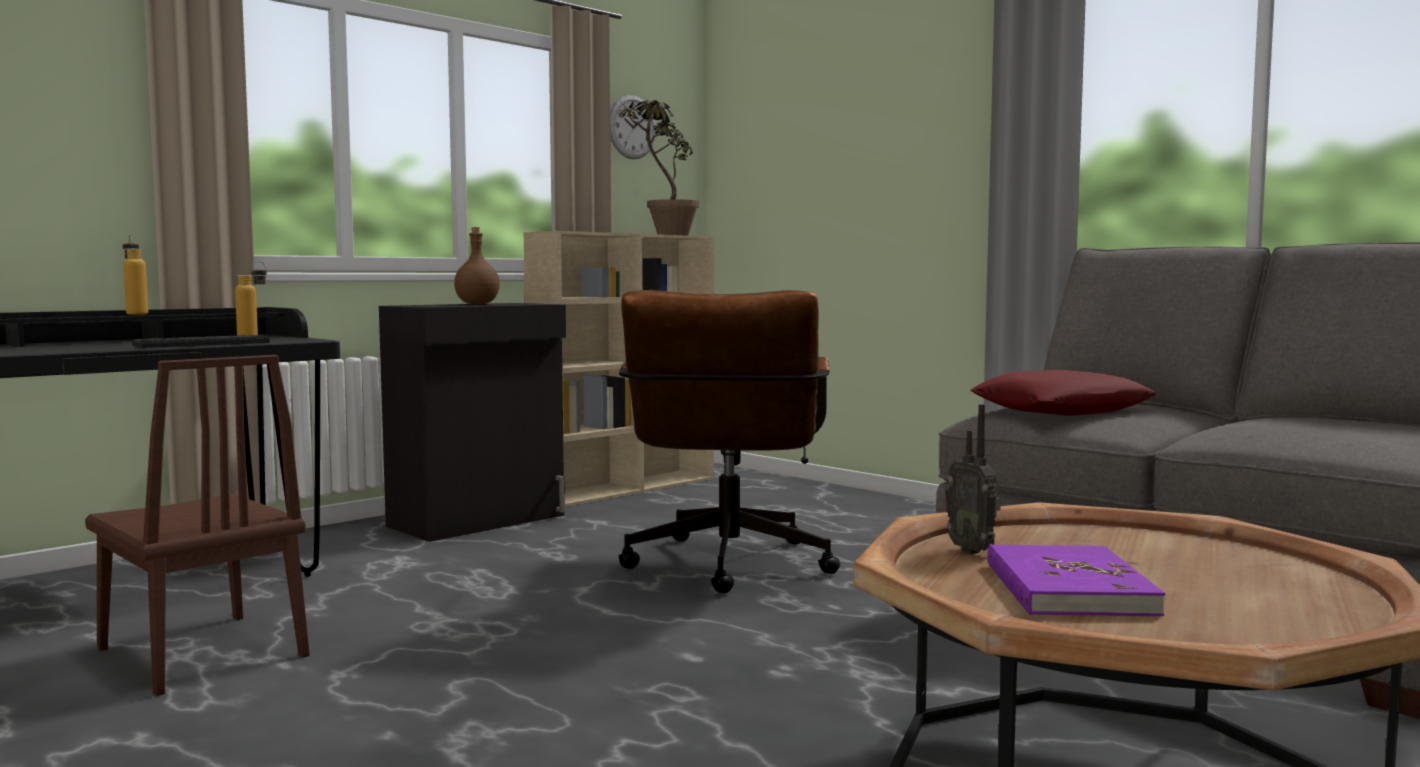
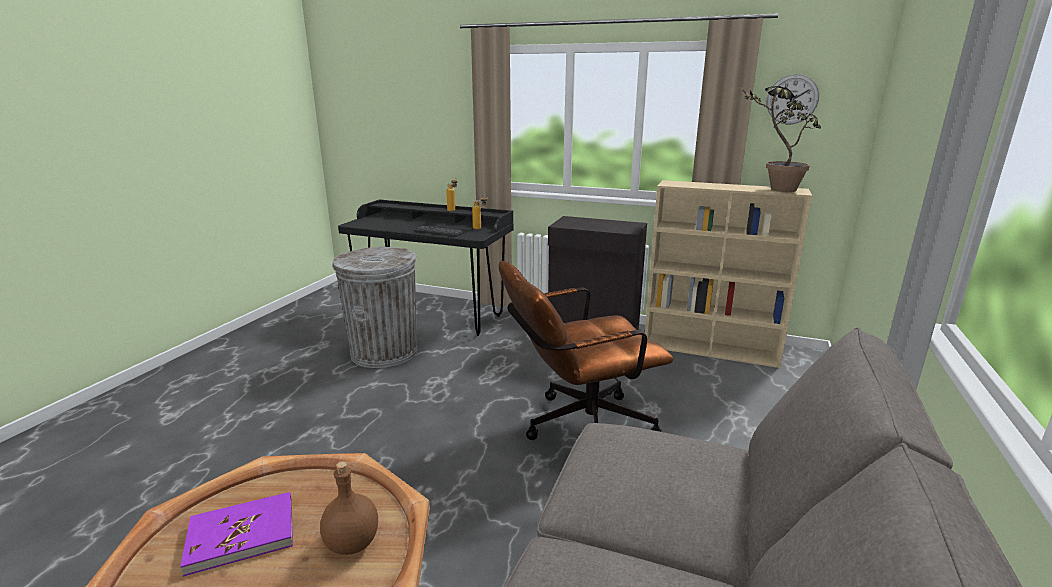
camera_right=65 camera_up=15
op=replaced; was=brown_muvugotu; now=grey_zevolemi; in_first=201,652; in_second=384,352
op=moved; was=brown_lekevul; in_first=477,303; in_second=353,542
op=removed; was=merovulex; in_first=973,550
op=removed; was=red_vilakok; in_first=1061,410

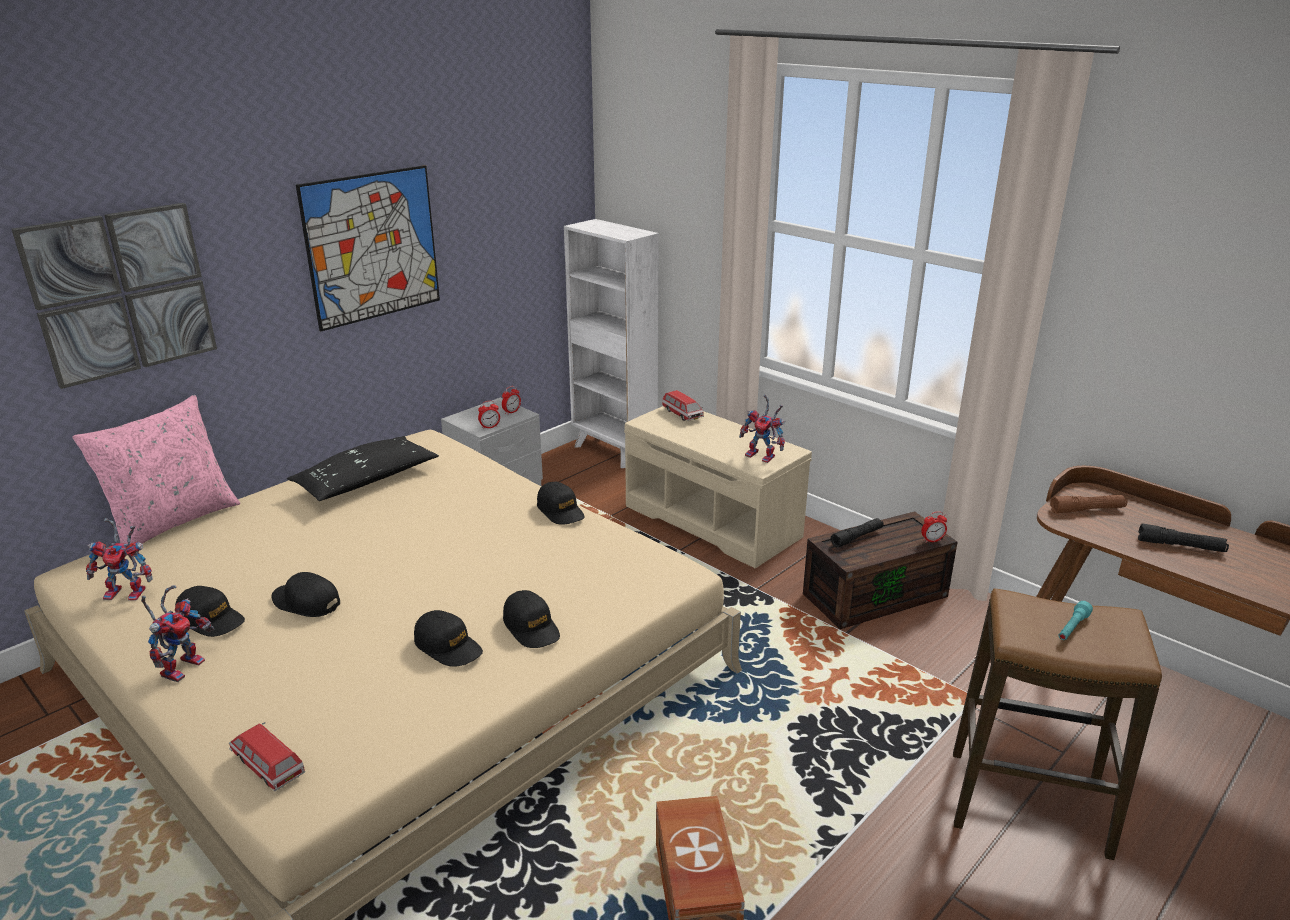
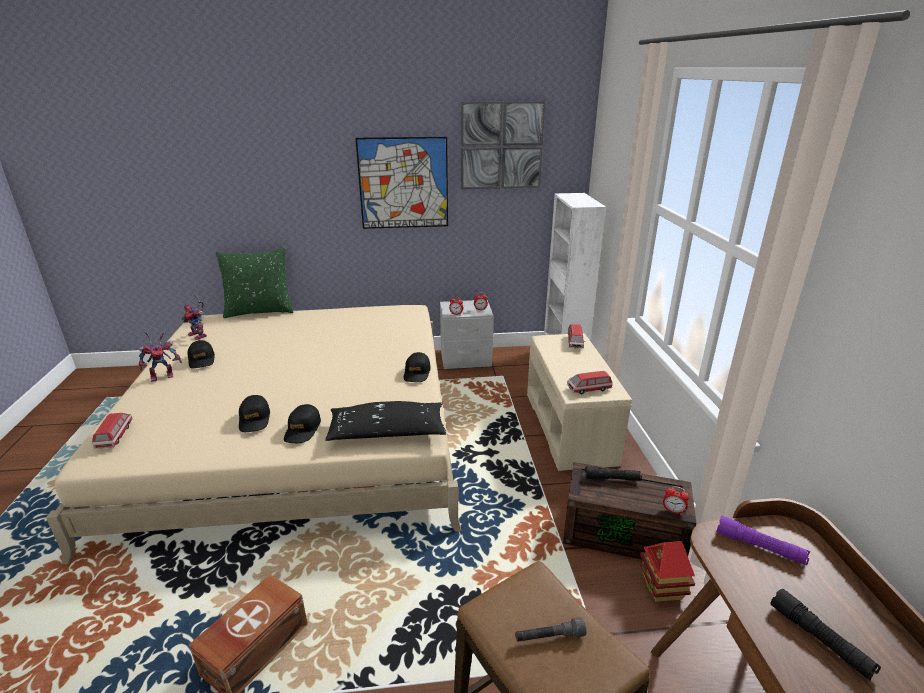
camera_right=40 camera_up=0
op=moved; was=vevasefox; in_first=121,293; in_second=501,145
op=recoloured; was=pink_vilakok; now=green_vilakok; in_first=173,521; in_second=260,311
op=removed; was=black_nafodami; in_first=306,602
op=moved; was=black_vilakok; in_first=366,481; in_second=387,432
op=replaced; was=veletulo; now=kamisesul; in_first=763,456; in_second=589,389
op=recoloured; was=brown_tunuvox; now=purple_tunuvox; in_first=1087,510; in_second=759,547
op=recoloured; was=turquoise_tunuvox; now=grey_tunuvox; in_first=1072,628; in_second=549,637
op=added; now=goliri; in_second=662,588

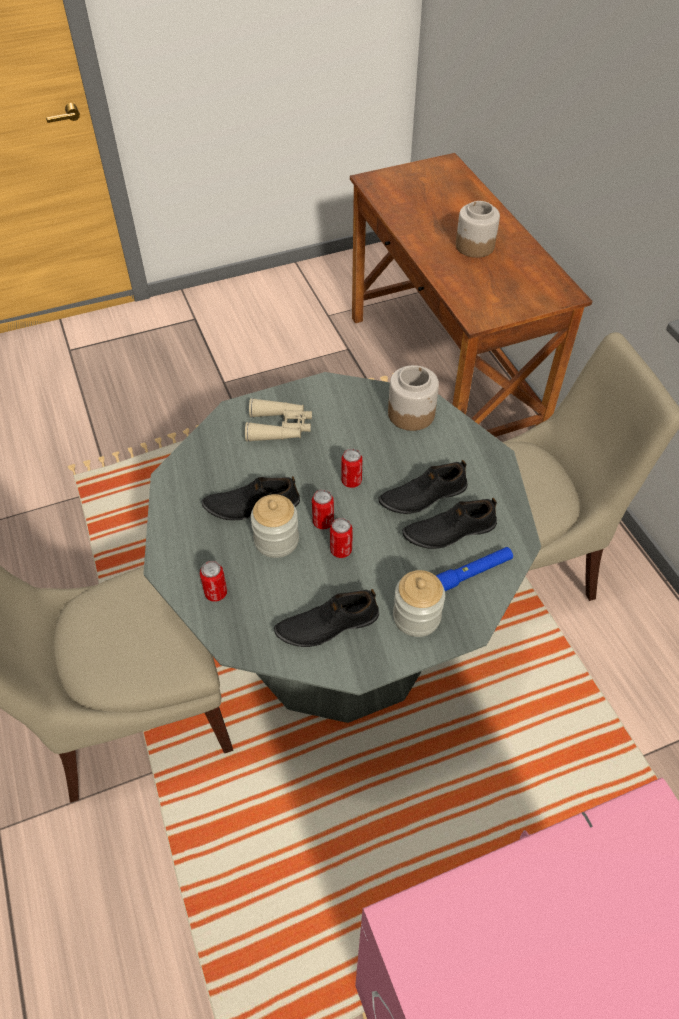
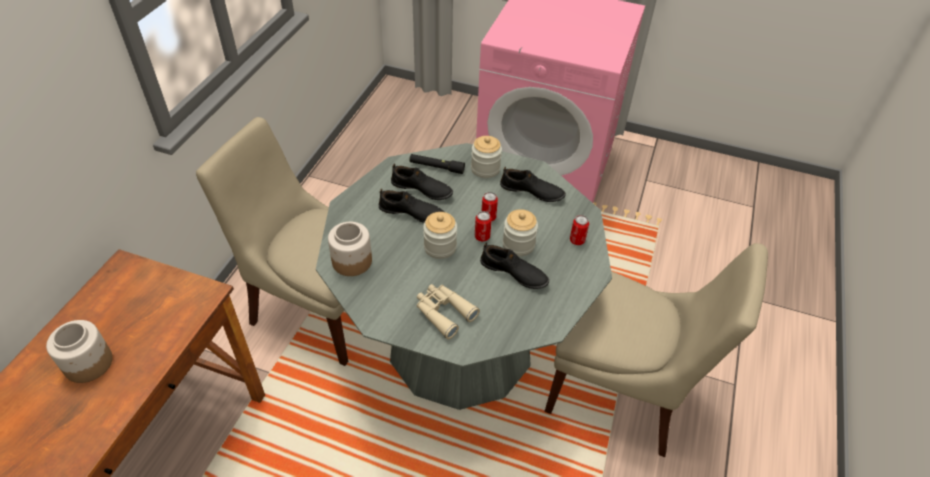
camera_right=-140 camera_up=-5
op=replaced; was=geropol; now=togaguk; in_first=351,481; in_second=440,247
op=recoloured; was=blue_tunuvox; now=black_tunuvox; in_first=472,573; in_second=436,167

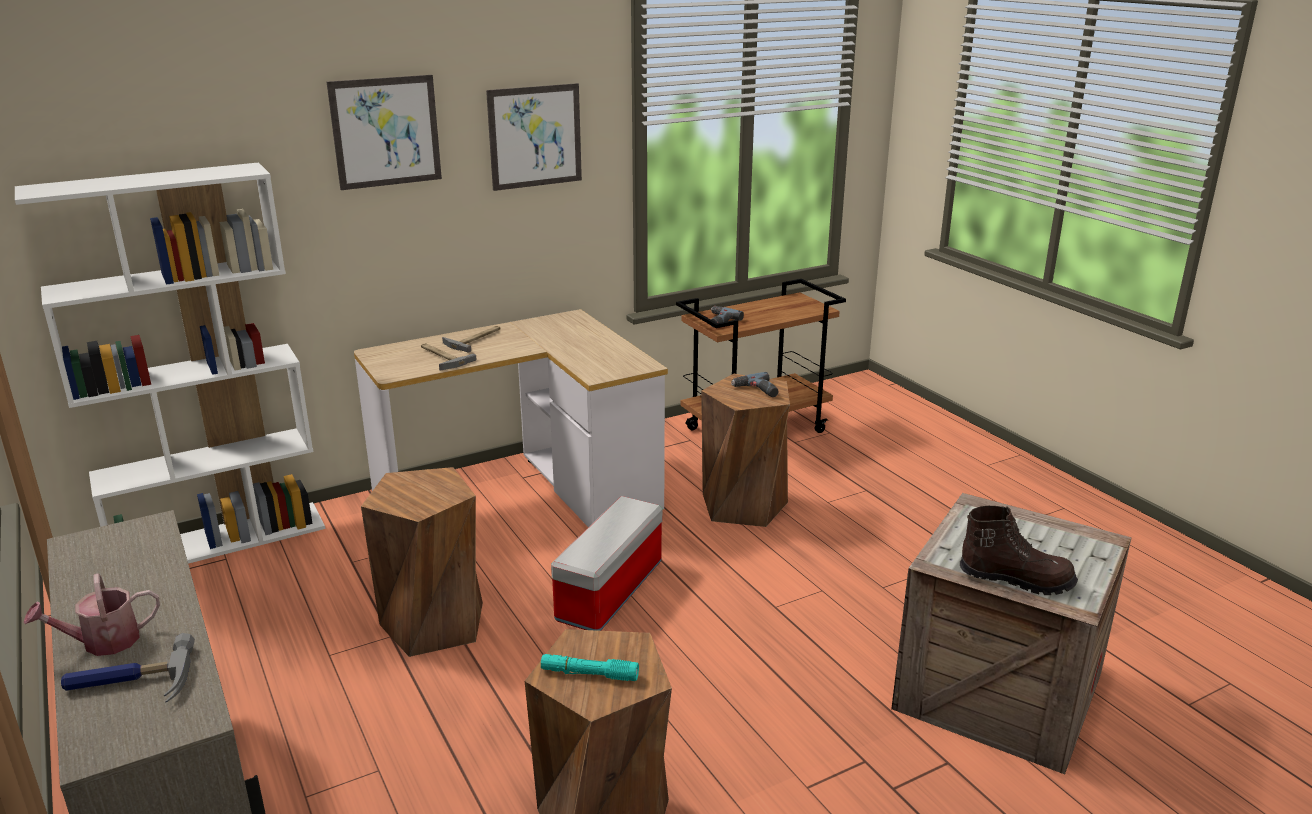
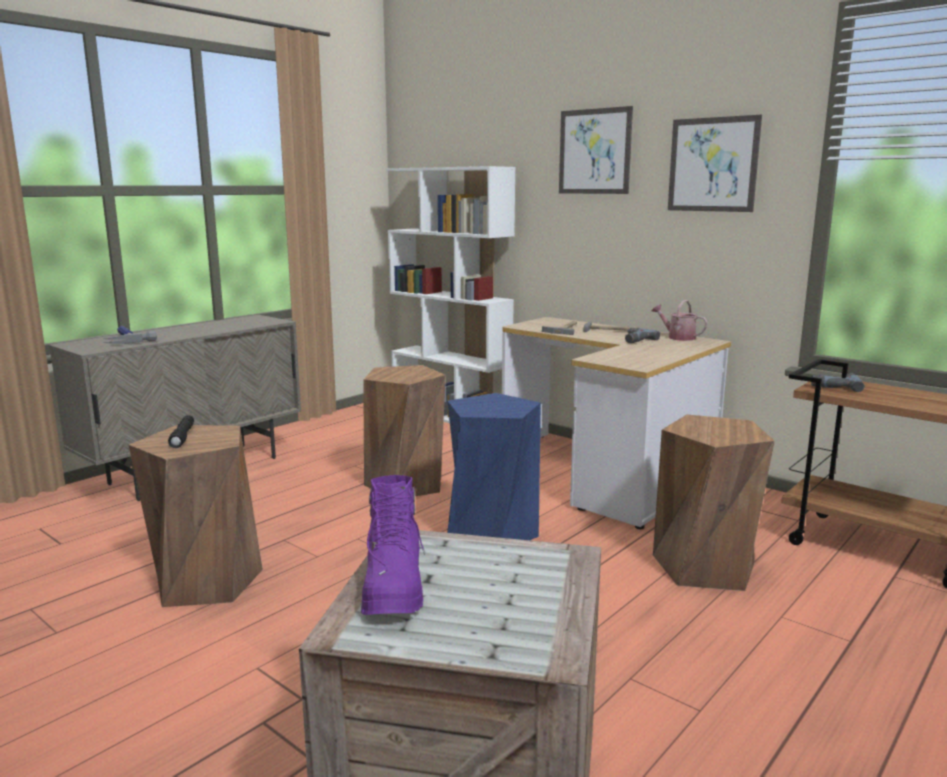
camera_right=70 camera_up=-10
op=moved; was=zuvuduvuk; in_first=103,642; in_second=678,337
op=recoloured; was=turquoise_tunuvox; now=black_tunuvox; in_first=589,674; in_second=183,437
op=replaced; was=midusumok; now=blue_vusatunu; in_first=610,591; in_second=491,532
op=moved; was=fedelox; in_first=756,391; in_second=634,340
op=recoloured; was=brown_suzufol; now=purple_suzufol; in_first=1015,579; in_second=394,587

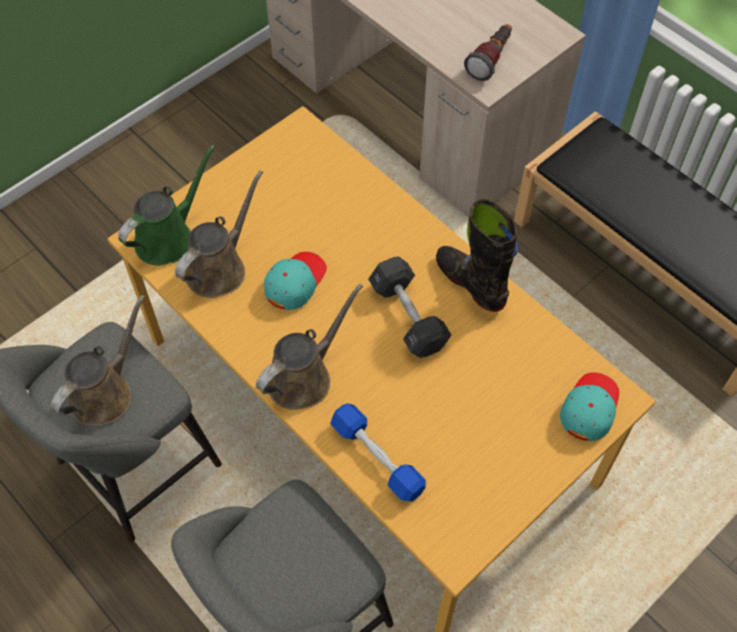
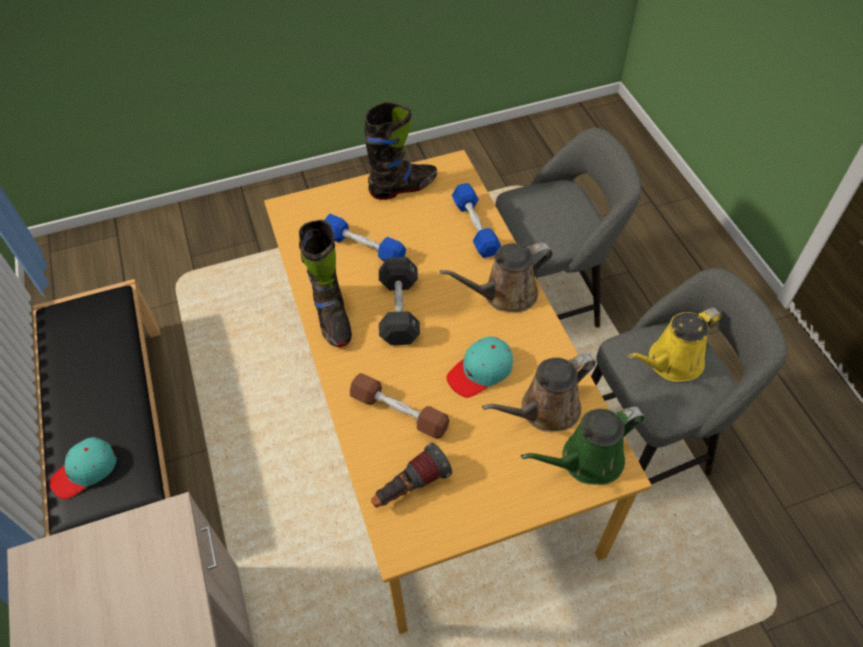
camera_right=-155 camera_up=-5
op=recoloured; was=brown_zuvuduvuk; now=yellow_zuvuduvuk; in_first=105,393; in_second=671,362
op=moved; was=tunuvox; in_first=491,60; in_second=410,487
op=moved; was=turquoise_nafodami; in_first=589,408; in_second=85,471
op=added; now=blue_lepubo; in_second=363,247
op=added; now=brown_lepubo; in_second=399,412
op=added; now=black_suzufol; in_second=403,187

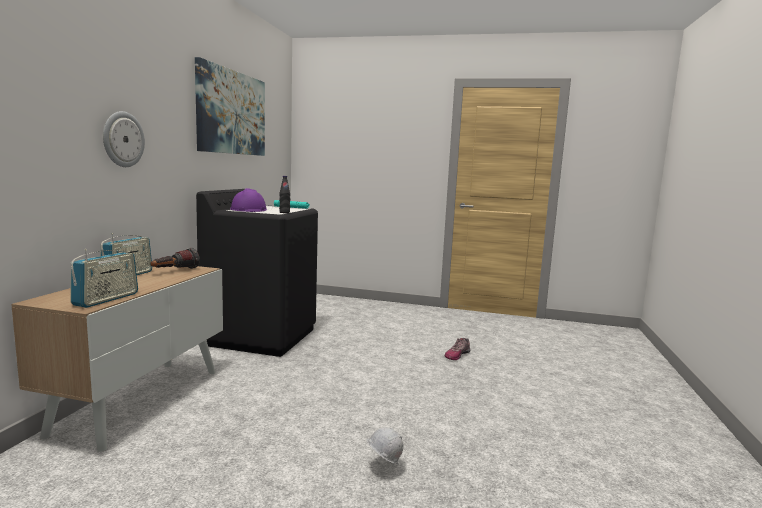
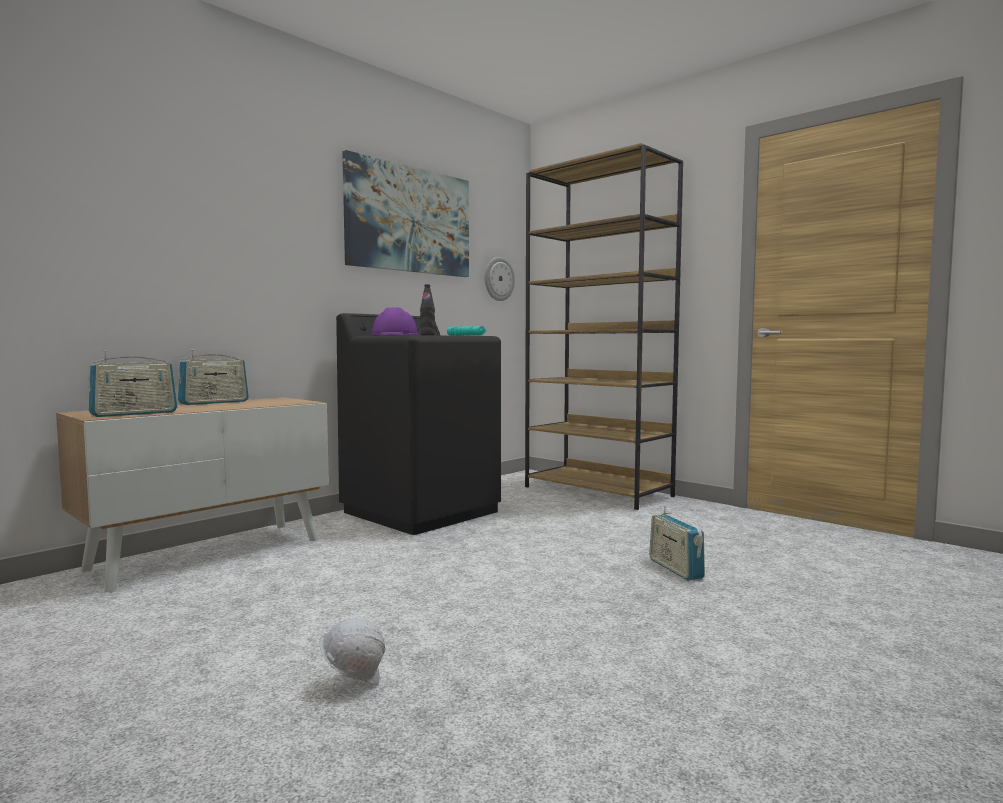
camera_right=30 camera_up=-5
op=moved; was=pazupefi; in_first=123,139; in_second=498,279
op=removed; was=tunuvox; in_first=174,271
op=replaced; was=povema; now=merovulex; in_first=457,355; in_second=675,569
op=added; now=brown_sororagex; in_second=598,491

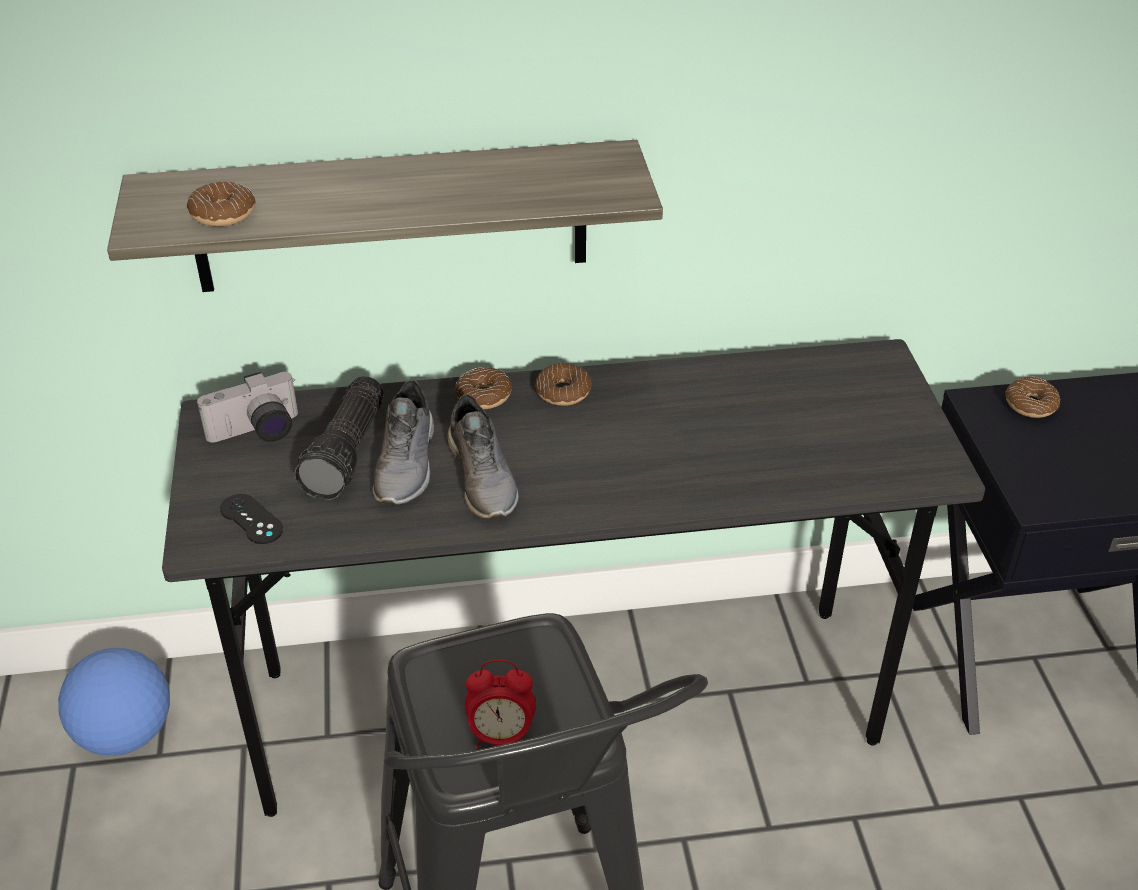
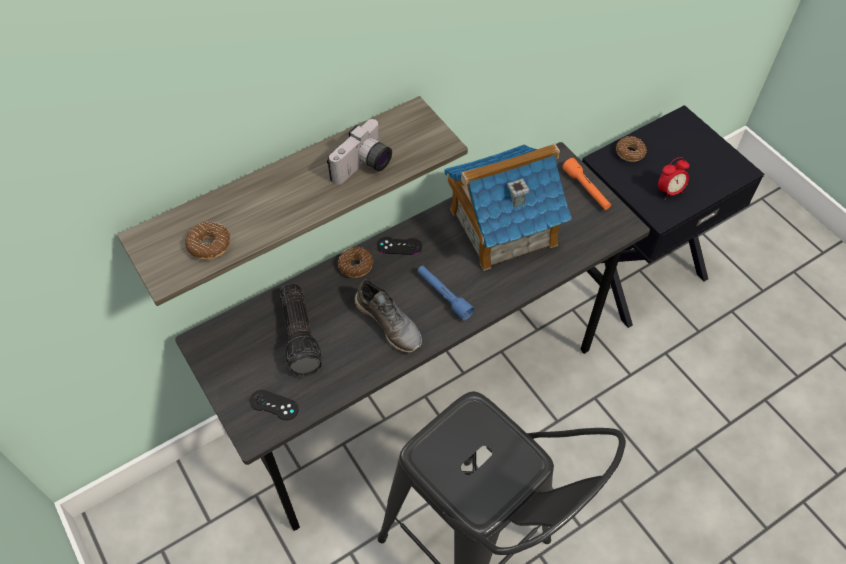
camera_right=-25 camera_up=15
op=removed; was=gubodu; in_first=126,733
op=moved; was=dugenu; in_first=257,433; in_second=364,167
op=removed; was=grey_povema; in_first=407,464
op=moved; was=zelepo; in_first=501,735; in_second=669,191
op=replaced; was=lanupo; now=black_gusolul; in_first=563,392; in_second=399,246
op=added; now=blue_tunuvox; in_second=443,295
op=added; now=goliri; in_second=502,227
op=added; now=orange_tunuvox; in_second=586,189

